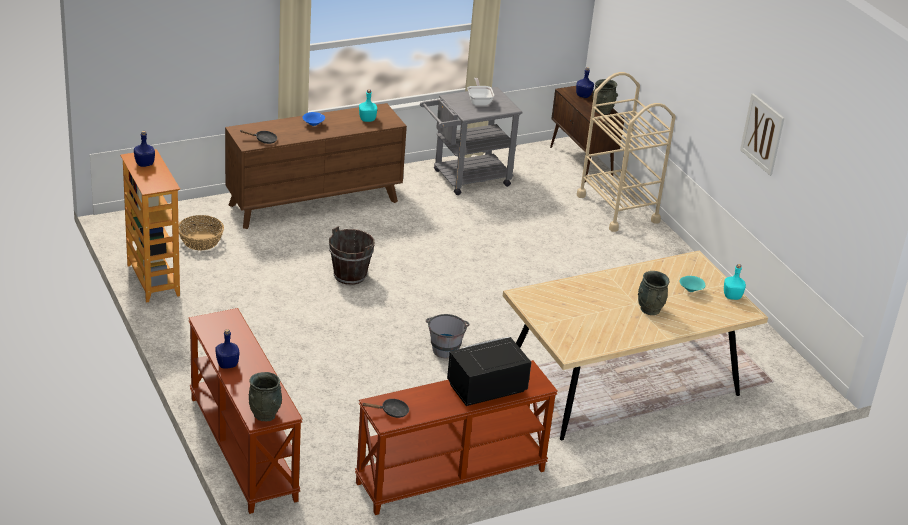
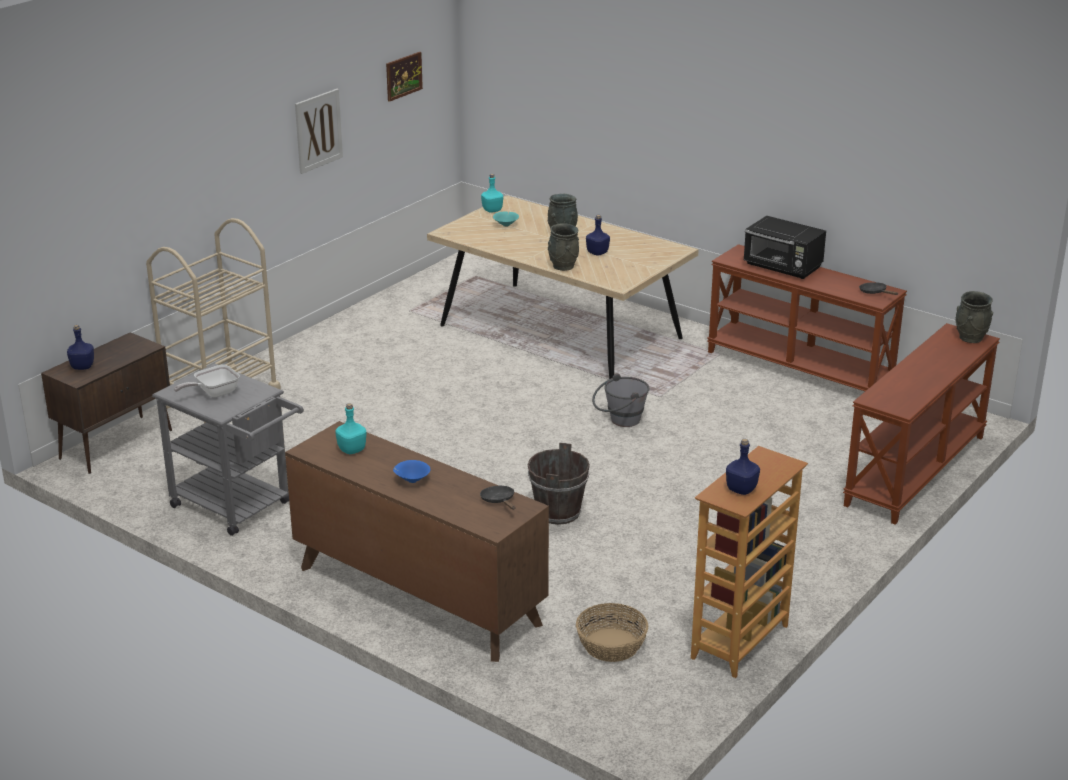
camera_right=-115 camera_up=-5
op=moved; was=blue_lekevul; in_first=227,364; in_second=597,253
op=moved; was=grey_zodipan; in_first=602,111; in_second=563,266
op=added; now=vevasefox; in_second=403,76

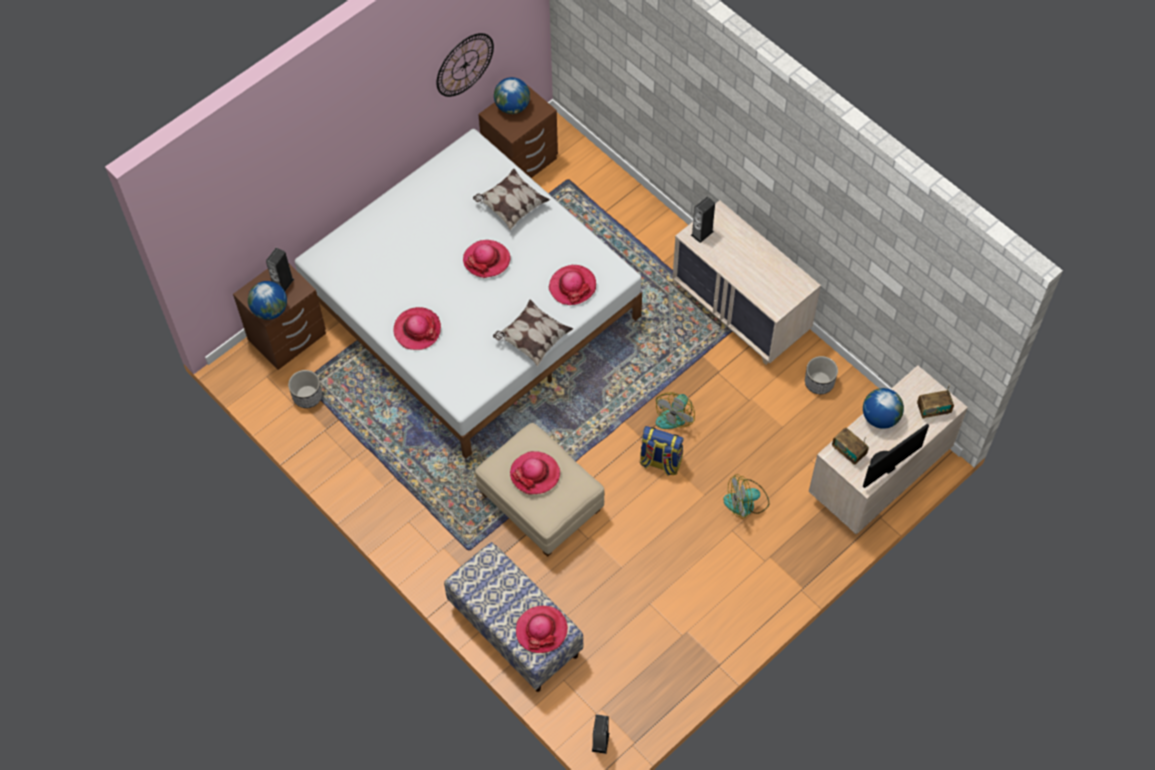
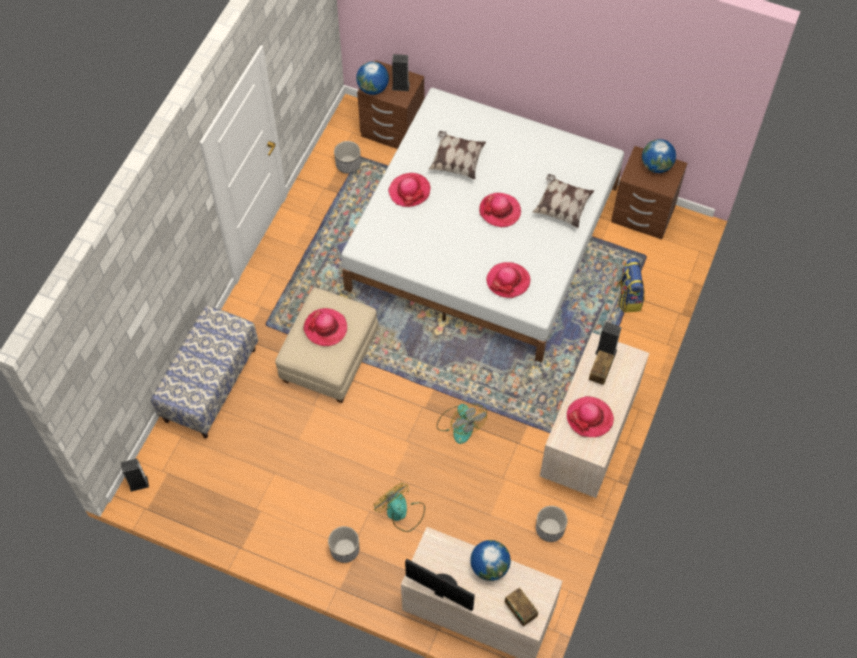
camera_right=65 camera_up=0
op=removed; was=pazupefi; in_first=465,65
op=moved; was=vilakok; in_first=533,339; in_second=456,161
op=moved; was=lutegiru; in_first=541,630; in_second=589,418
op=moved; was=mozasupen; in_first=660,462; in_second=628,297
op=turned; was=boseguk; in_first=674,413; in_second=460,424; clockwise=-120
op=moved; was=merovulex; in_first=848,451; in_second=600,373
op=added; now=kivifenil; in_second=344,550

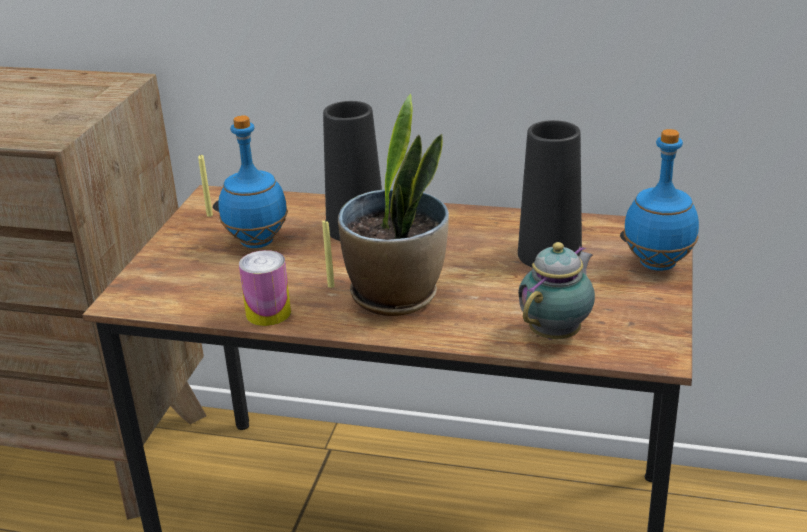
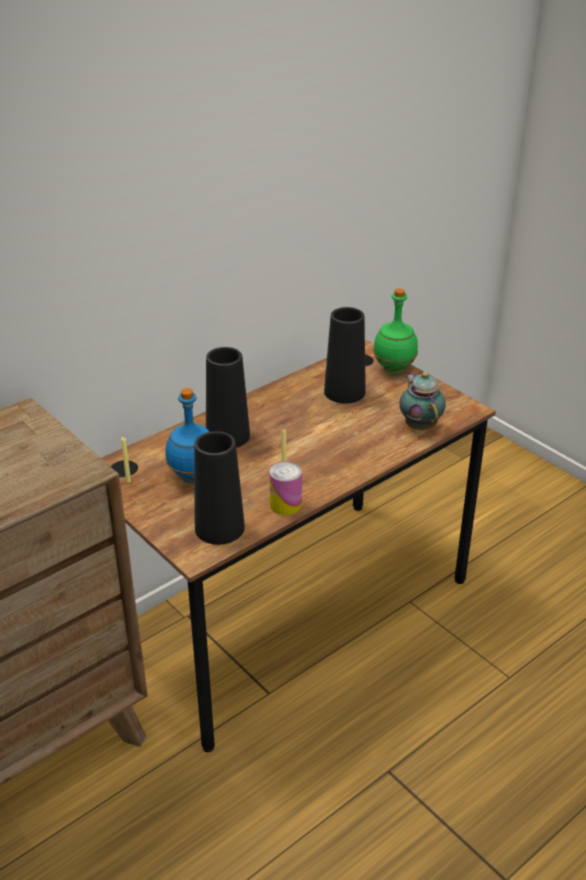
camera_right=-55 camera_up=5
op=removed; was=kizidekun; in_first=397,296
op=recoloured; was=blue_lekevul; now=green_lekevul; in_first=658,264; in_second=394,369
op=added; now=black_zodipan; in_second=219,528

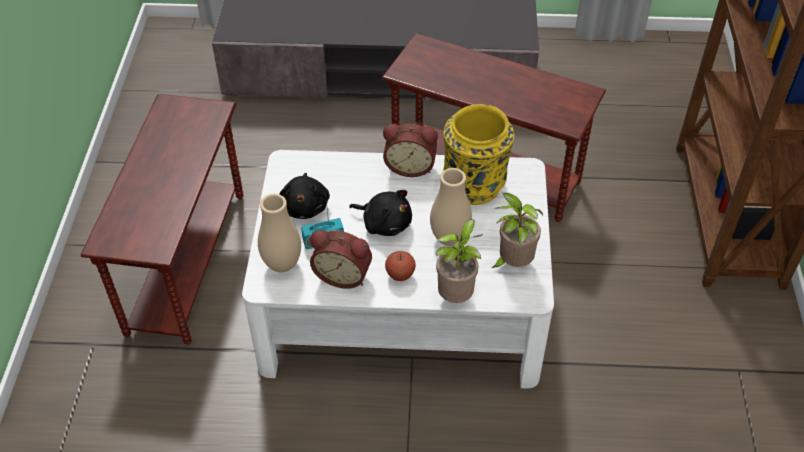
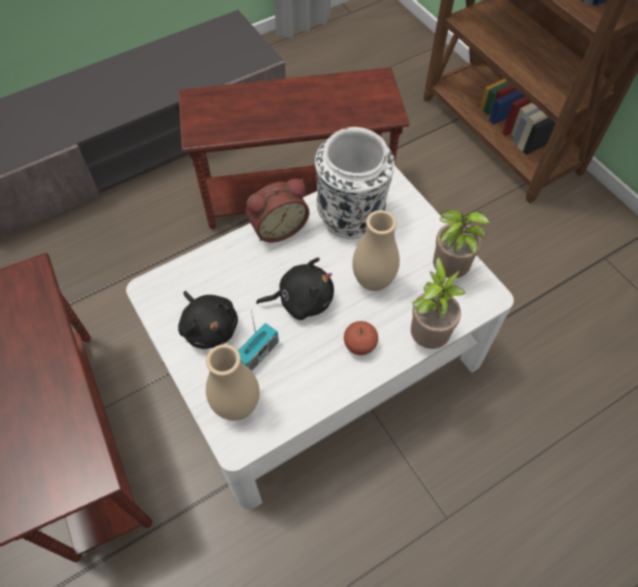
camera_right=-35 camera_up=10
op=removed; was=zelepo; in_first=343,274
op=recoloured; was=yellow_zodipan; now=white_zodipan; in_first=474,185; in_second=350,214

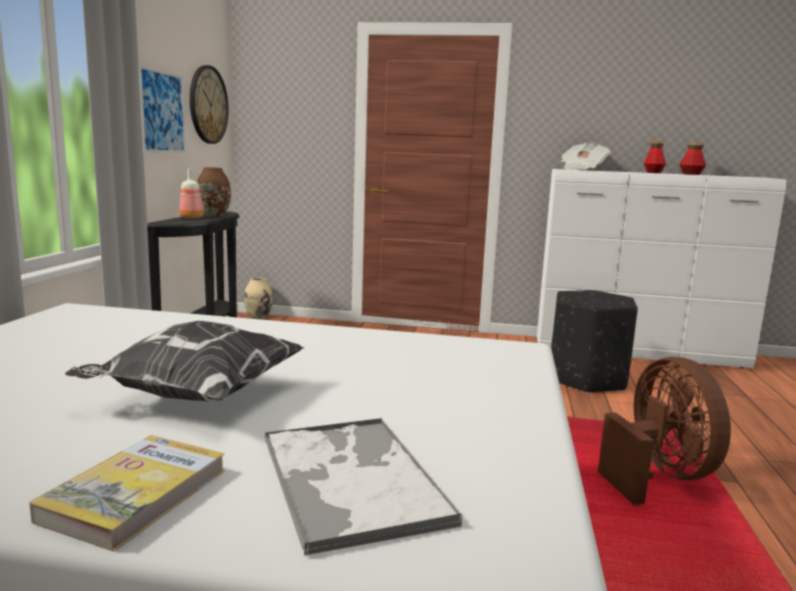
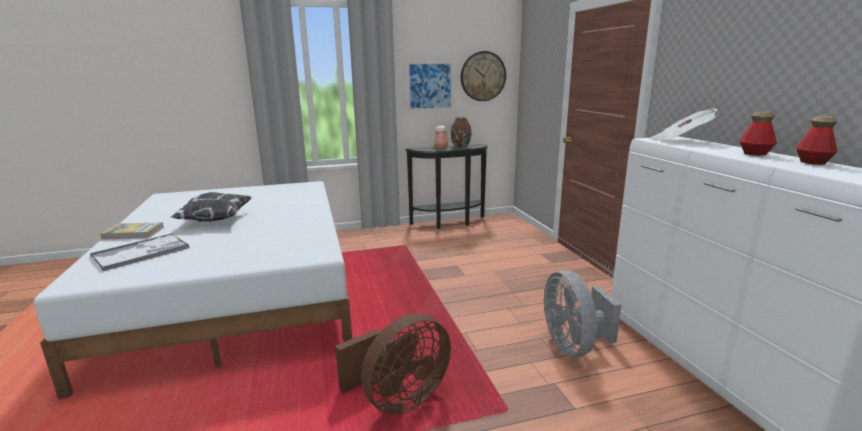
camera_right=65 camera_up=5
op=removed; was=beige_zodipan; in_first=258,317
op=replaced; was=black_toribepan; now=grey_boseguk; in_first=587,379; in_second=573,346

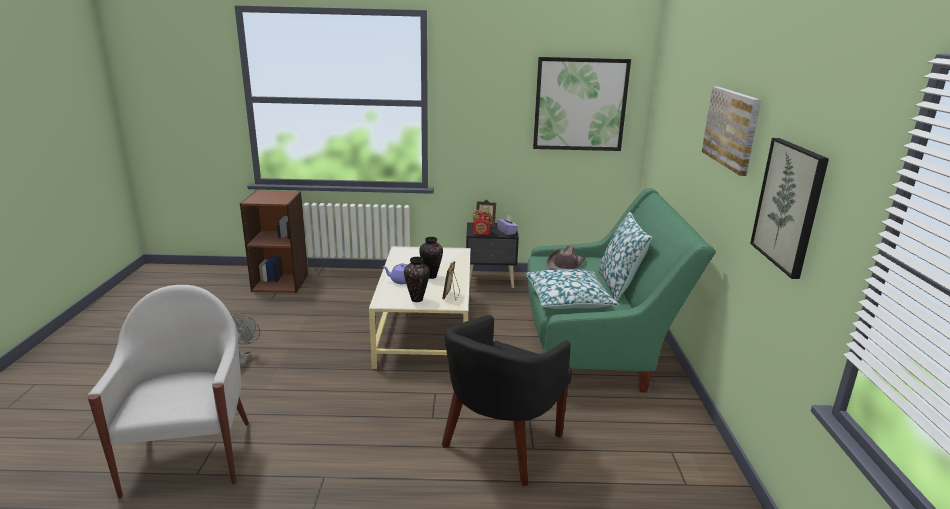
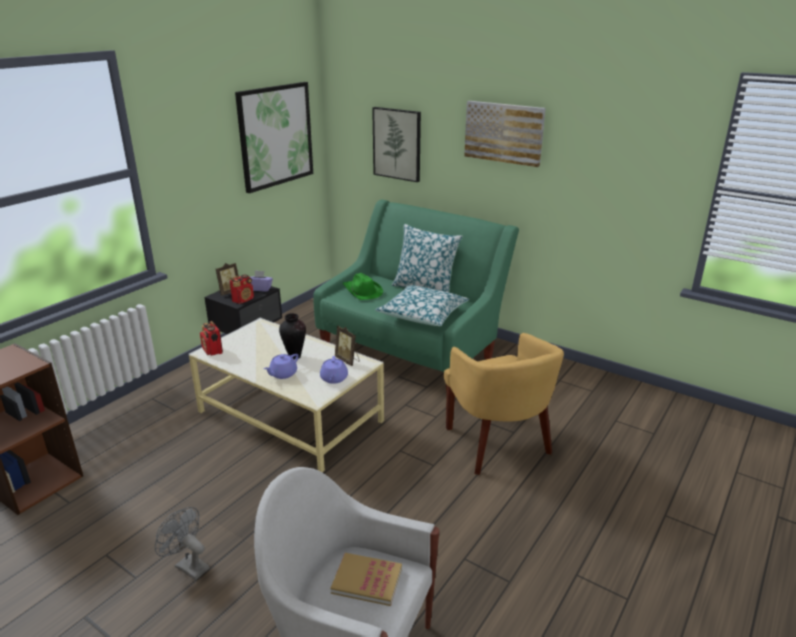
camera_right=-55 camera_up=5
op=replaced; was=zodipan; now=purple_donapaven; in_first=417,299; in_second=334,379
op=recoloured; was=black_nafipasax; now=yellow_nafipasax; in_first=501,444; in_second=498,444
op=recoloured; was=brown_lutegiru; now=green_lutegiru; in_first=566,264; in_second=362,291
op=moved; was=vevasefox; in_first=789,205; in_second=397,144
op=added; now=merovulex; in_second=212,351
op=added; now=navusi; in_second=367,580

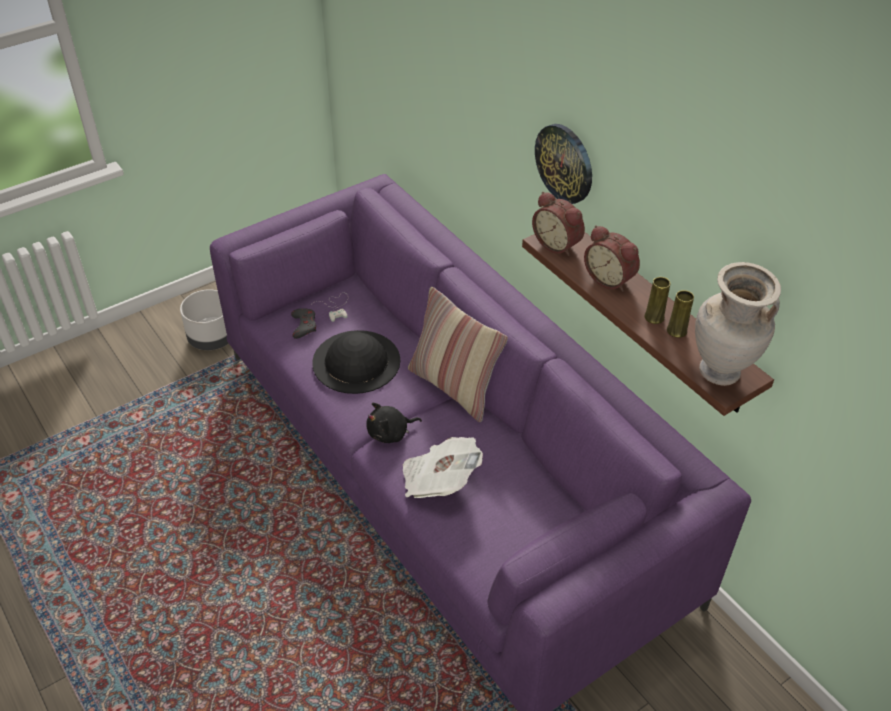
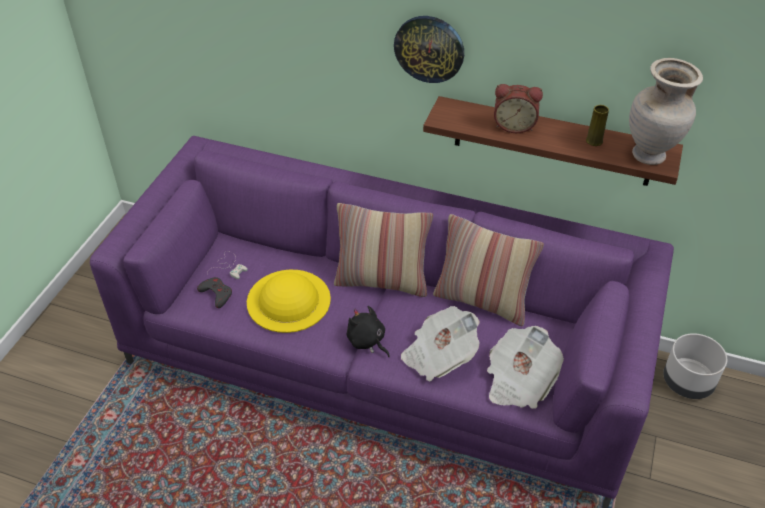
camera_right=-35 camera_up=0
op=moved; was=grey_kivifenil; in_first=213,338; in_second=688,382
op=recoloured; was=black_lutegiru; now=yellow_lutegiru; in_first=356,361; in_second=288,300
op=turned; was=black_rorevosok; in_first=390,433; in_second=367,341; clockwise=105
op=removed; was=zelepo; in_first=558,244
op=removed; was=yellow_zodipan; in_first=654,317
op=added; now=vilakok; in_second=482,301
op=added; now=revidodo; in_second=519,381

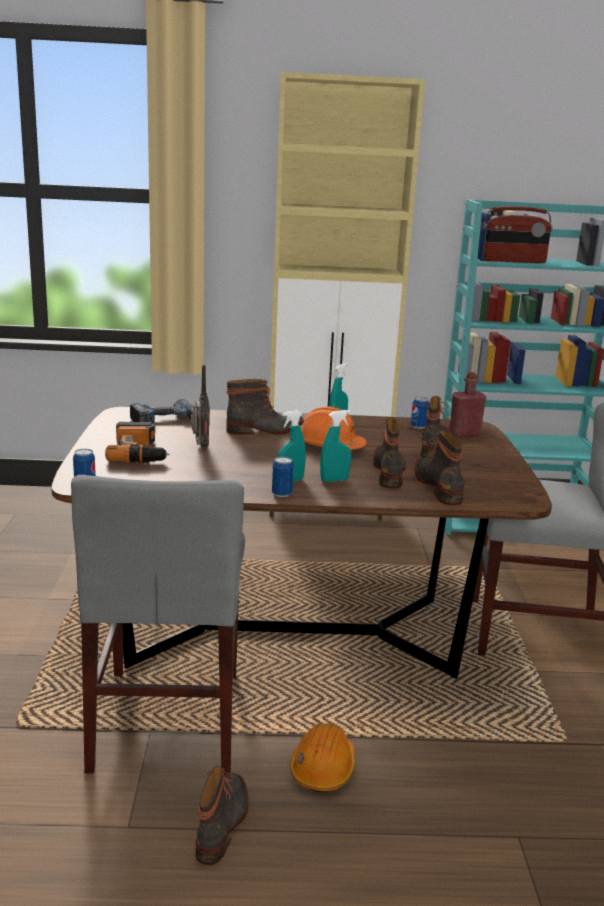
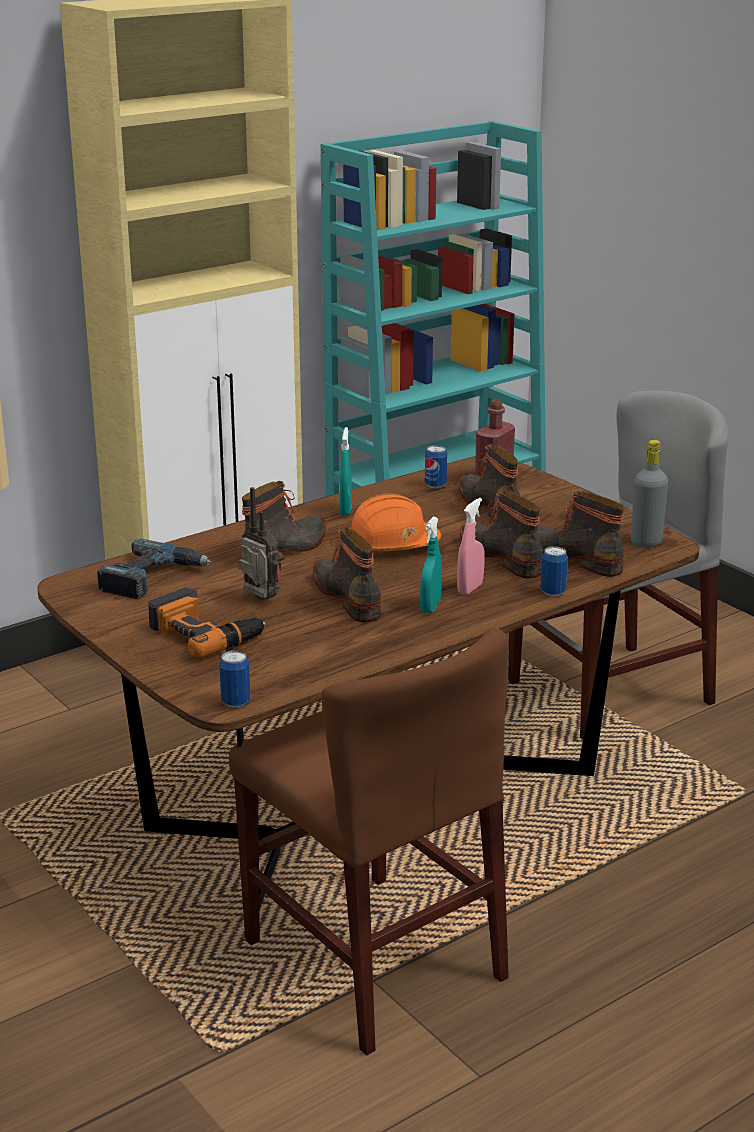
camera_right=-35 camera_up=5
op=recoloured; was=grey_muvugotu; now=brown_muvugotu; in_first=167,720; in_second=373,959
op=moved; was=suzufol; in_first=223,823; in_second=349,596
op=moved; was=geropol; in_first=282,494; in_second=553,592
op=removed; was=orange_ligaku; in_first=323,769
op=recoloured; was=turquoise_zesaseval; now=pink_zesaseval; in_first=334,480; in_second=470,589
op=removed; was=merovulex; in_first=513,261
op=added; now=grey_lekevul; in_second=646,542

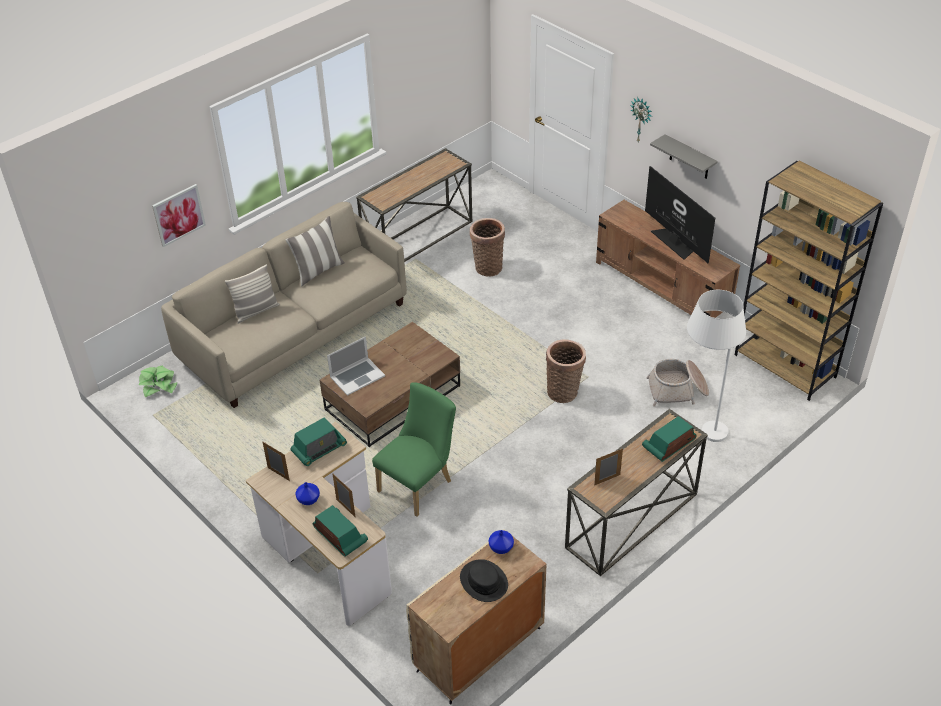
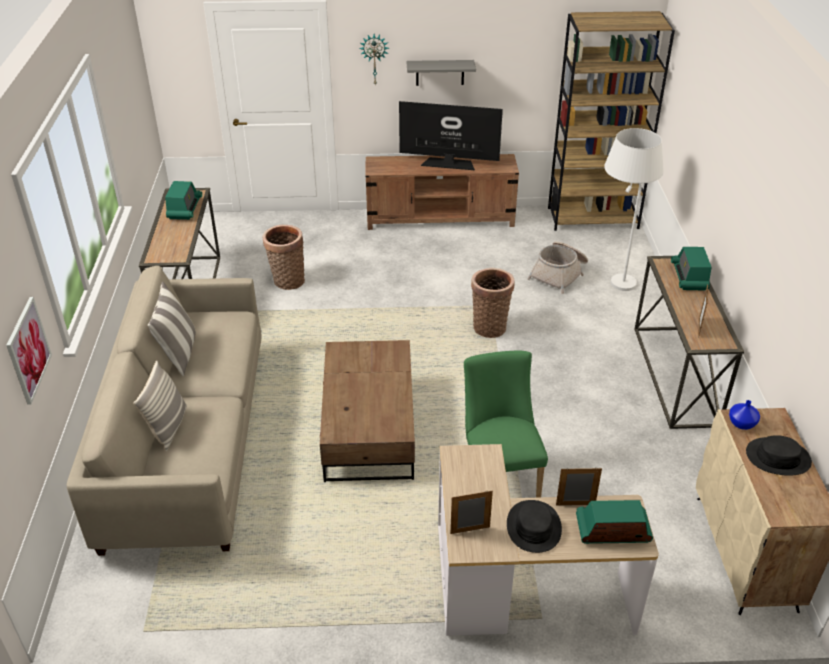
camera_right=-50 camera_up=-5
op=removed; was=kizidekun; in_first=158,385
op=moved; was=merovulex; in_first=319,449; in_second=184,209
op=replaced; was=blue_zodipan; now=black_lutegiru; in_first=308,499; in_second=533,527
op=removed; was=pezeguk; in_first=357,376

